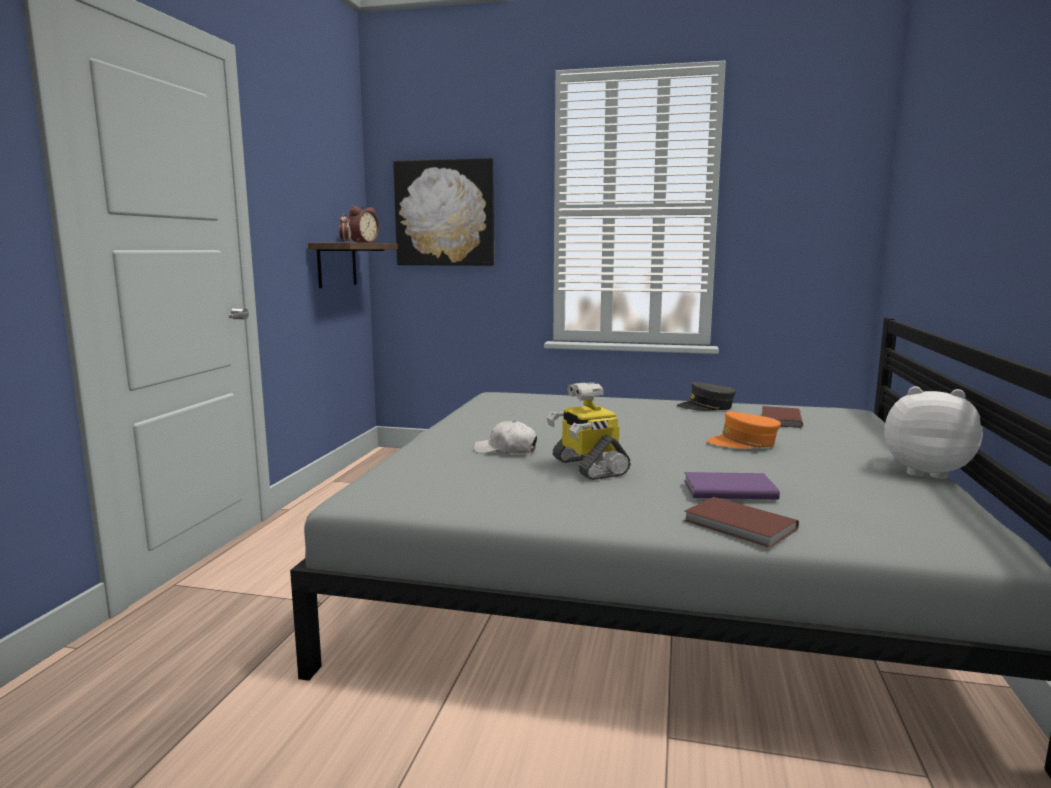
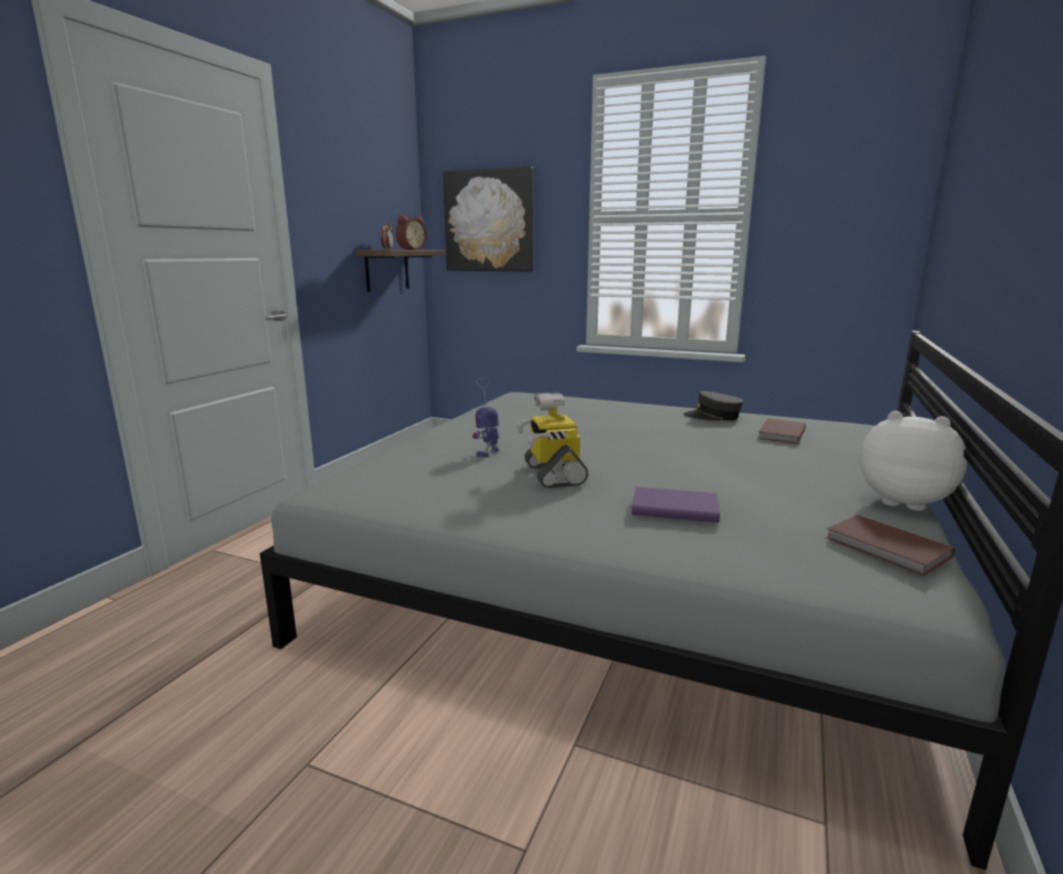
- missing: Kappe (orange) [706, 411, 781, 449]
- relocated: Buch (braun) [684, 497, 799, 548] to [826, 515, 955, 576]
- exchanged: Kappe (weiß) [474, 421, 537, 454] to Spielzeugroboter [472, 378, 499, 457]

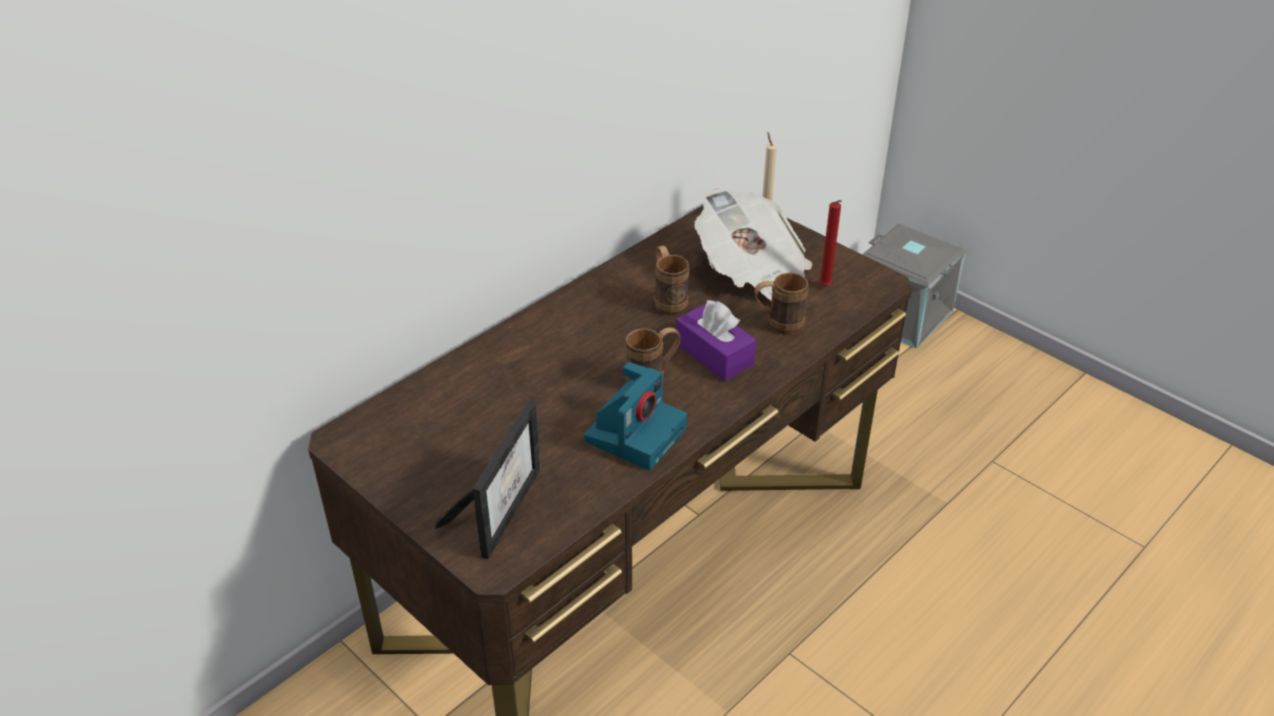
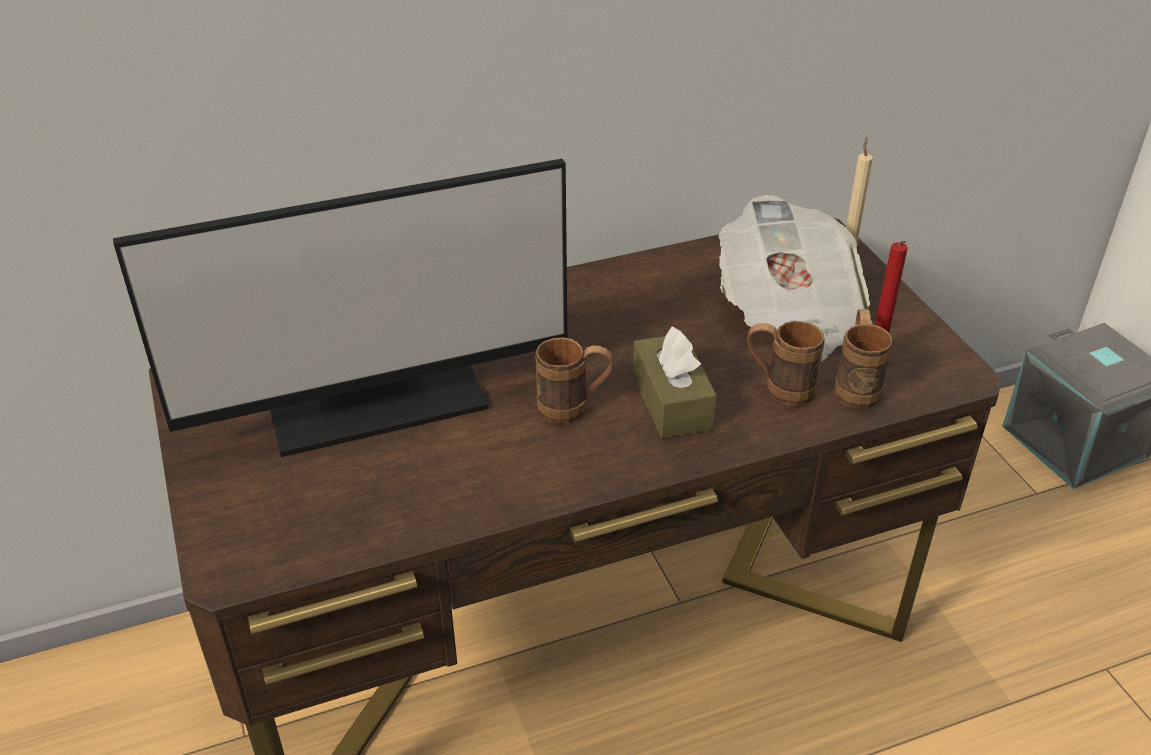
- missing: Bilderrahmen [434, 400, 541, 559]
- missing: Kamera [584, 362, 687, 470]
- appeared: Monitor [113, 159, 568, 457]
- relocated: Henkelbecher (braun) [655, 245, 689, 316] to [834, 309, 893, 409]
- colour: Taschentuchbox (lila) [676, 300, 756, 381] to Taschentuchbox (braun) [633, 327, 717, 438]

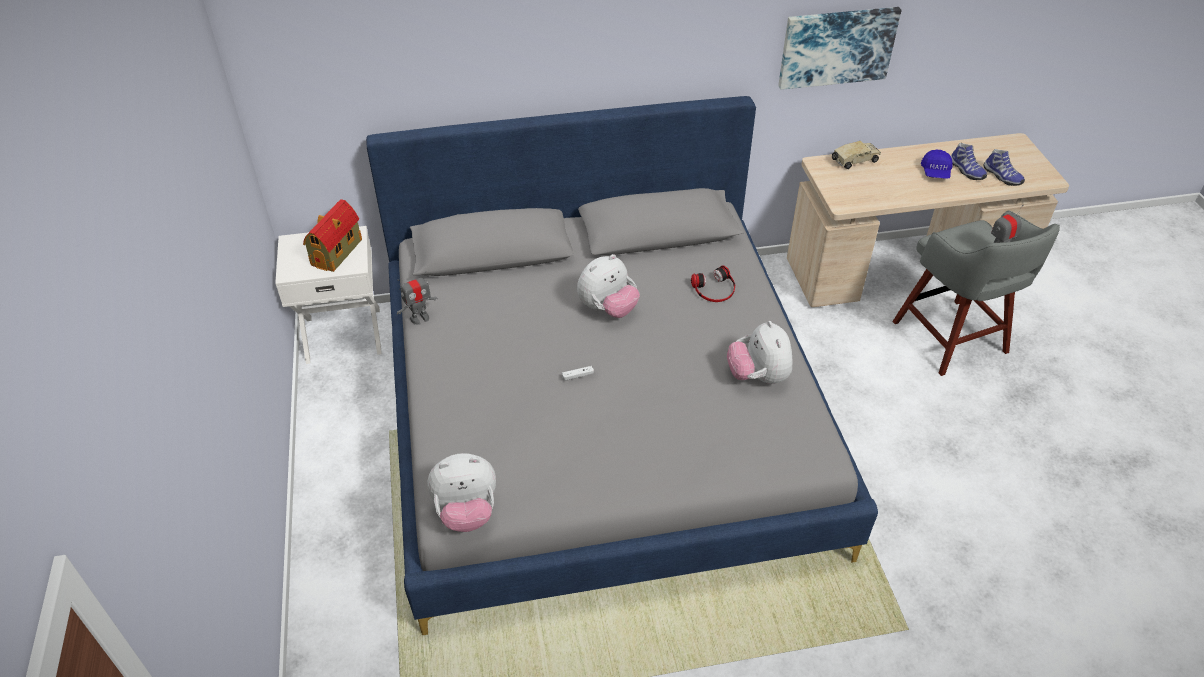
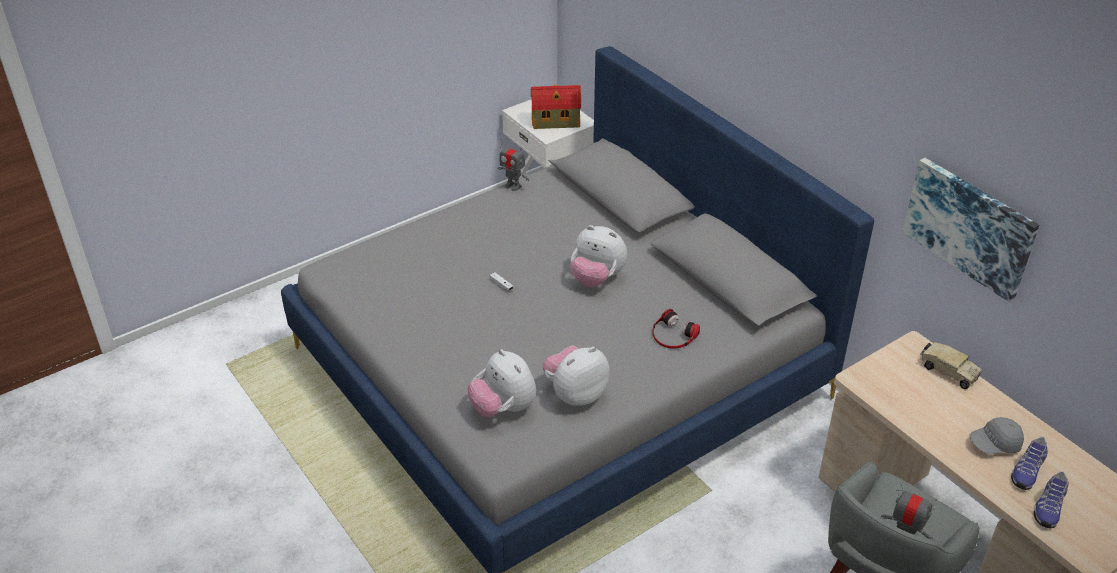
- relocated: Plüschtier [427, 453, 496, 532] to [468, 349, 536, 417]
- colour: Kappe (blau) [921, 149, 953, 179] to Kappe (grau) [970, 417, 1024, 454]

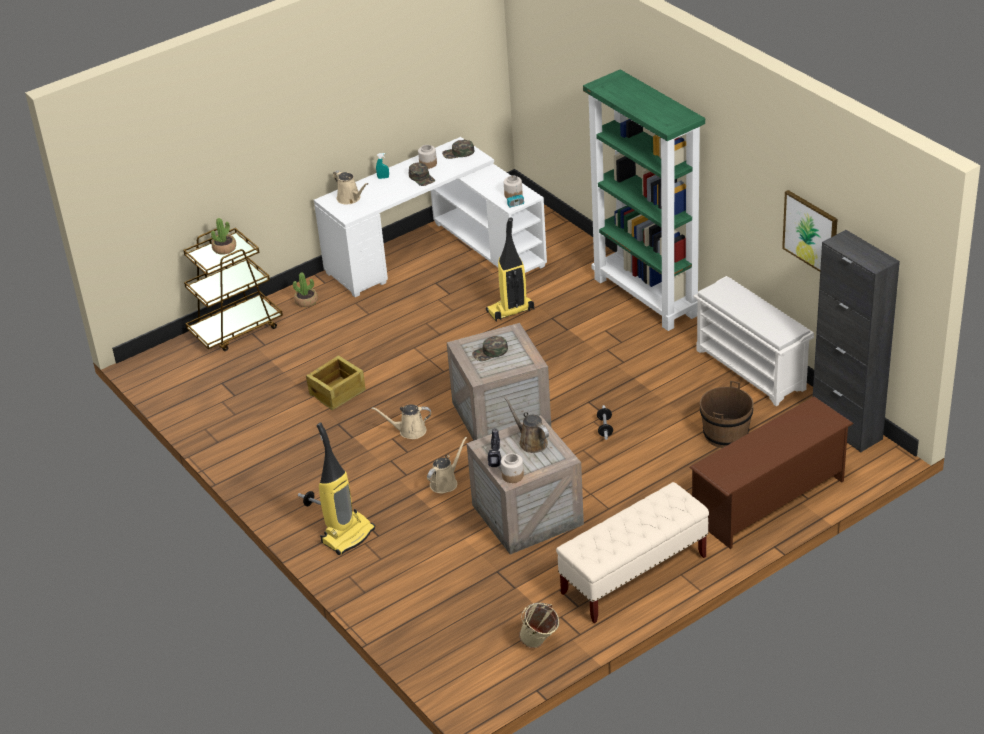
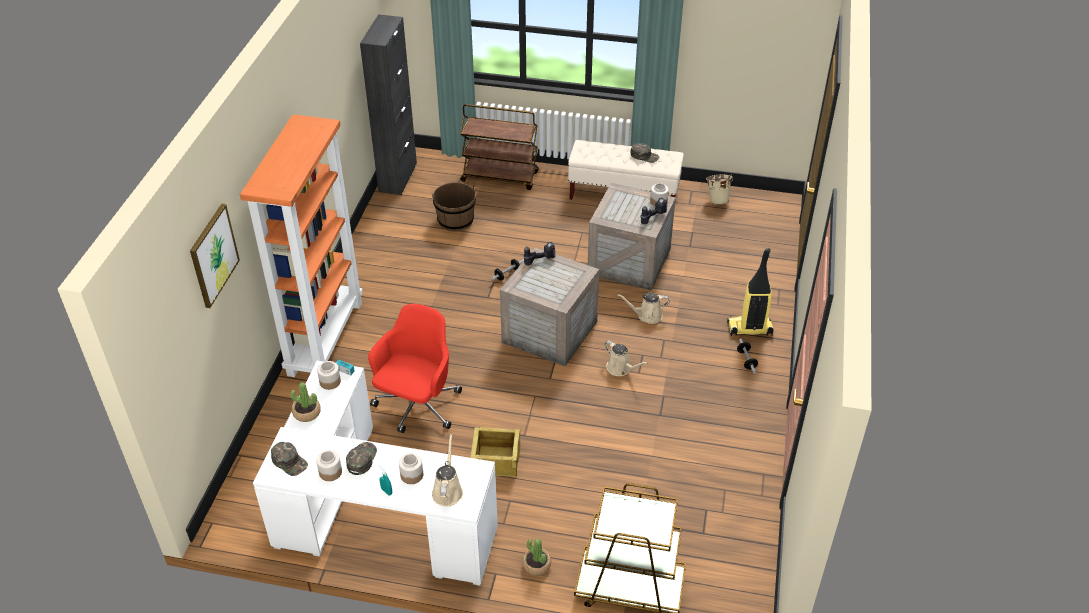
- missing: Gießkanne (braun) [504, 396, 549, 453]
- missing: Schuhregal (weiß) [693, 276, 814, 406]
- appeared: Vorratsglas [399, 453, 423, 484]
- appeared: Bohrmaschine [523, 242, 555, 265]
- relocated: Topfpflanze [211, 218, 236, 255] to [290, 382, 321, 422]
- relocated: Kiste [306, 355, 366, 411] to [470, 427, 521, 477]
- relocated: Kappe (grün) [472, 336, 508, 361] to [630, 143, 659, 163]
- relocated: Bild [782, 190, 838, 272] to [190, 204, 240, 308]
- exchanged: Staubsauger [486, 217, 534, 322] to Bürostuhl (rot) [368, 304, 462, 433]
- exchanged: Schuhregal (braun) [689, 396, 854, 549] to Rollwagen (braun) [460, 104, 539, 190]
- colour: Bücherregal (grün) [583, 69, 705, 331] to Bücherregal (orange) [240, 114, 363, 377]

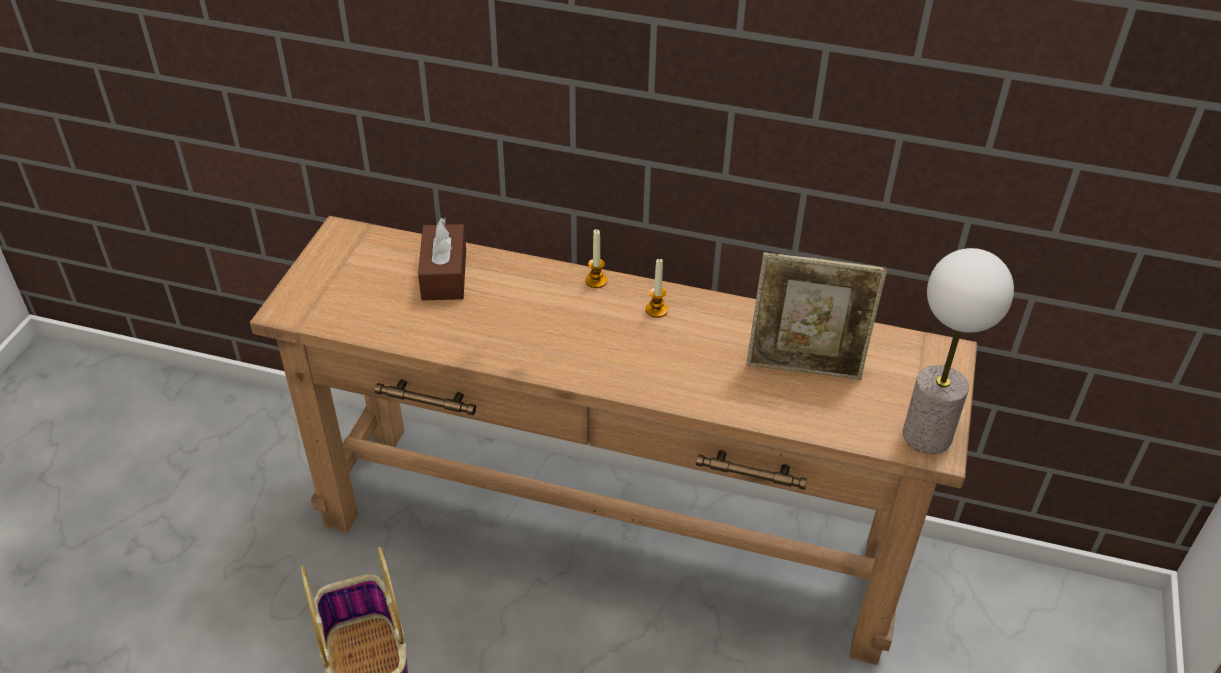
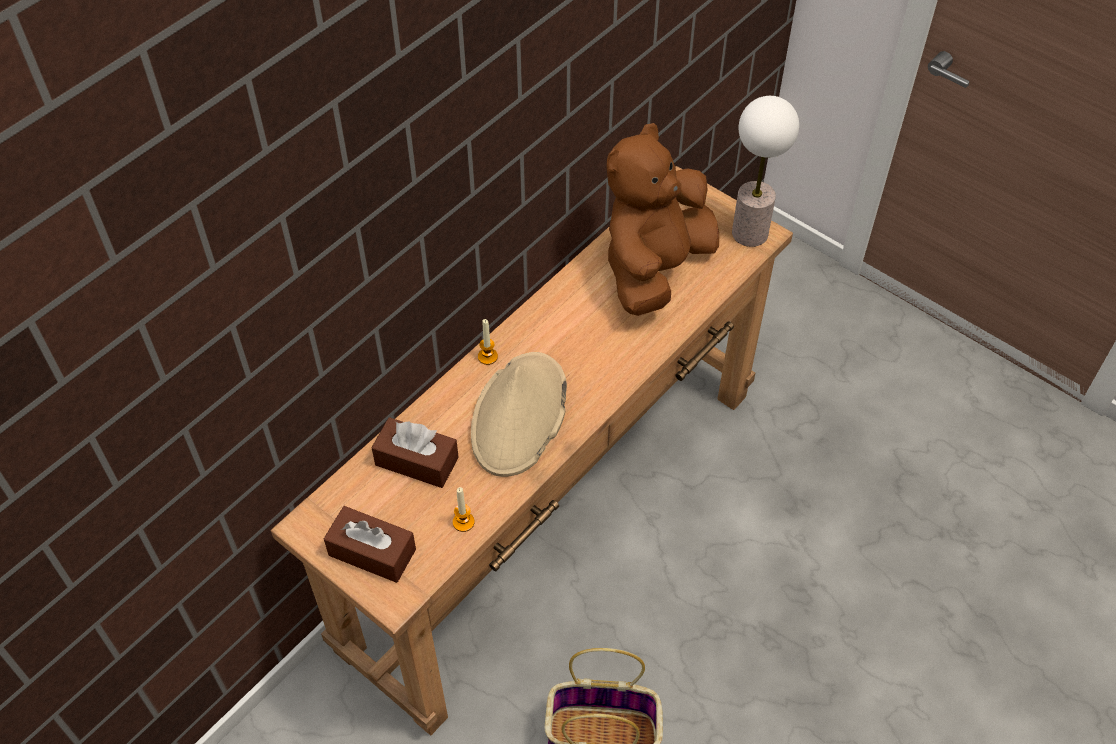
- appeared: Taschentuchbox (braun) [324, 506, 416, 583]
- appeared: Hut (beige) [471, 352, 567, 477]
- relocated: Kerze [646, 258, 668, 318] to [453, 487, 475, 532]
- exchanged: Bilderrahmen [747, 252, 887, 380] to Plüschtier (braun) [606, 123, 719, 316]

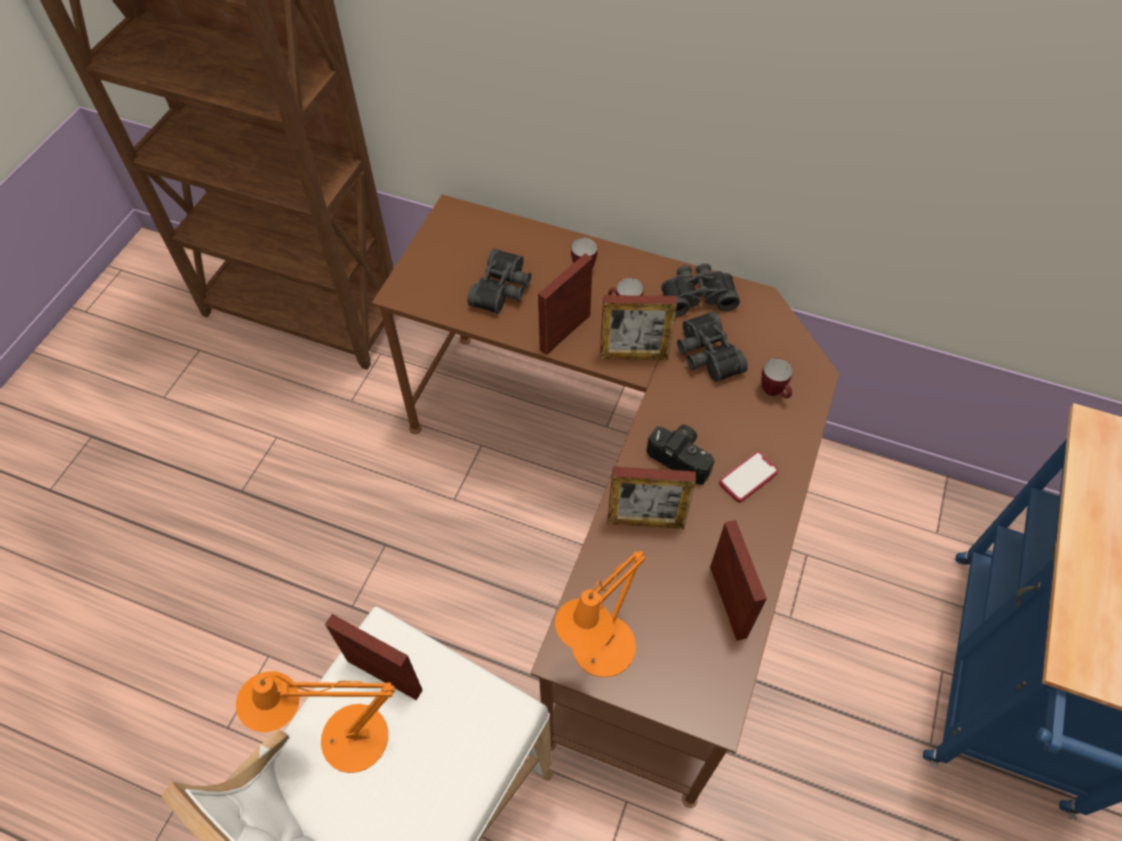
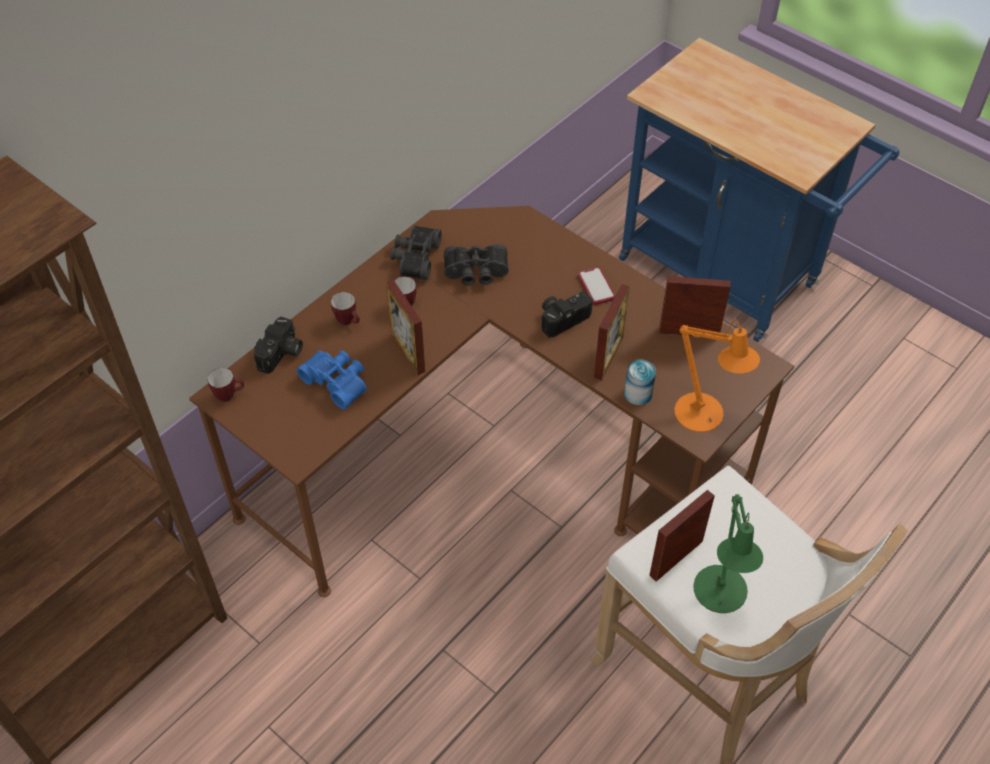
- missing: Bilderrahmen [600, 295, 677, 360]
- appeared: Kamera [254, 317, 303, 374]
- appeared: Dose [624, 359, 656, 405]
- relocated: Henkelbecher [762, 358, 793, 399] to [207, 368, 244, 402]
- colour: Tischlampe (orange) [236, 671, 395, 773] to Tischlampe (grün) [693, 494, 763, 613]
- colour: Fernglas (schwarz) [467, 248, 531, 314] to Fernglas (blau) [297, 350, 367, 410]

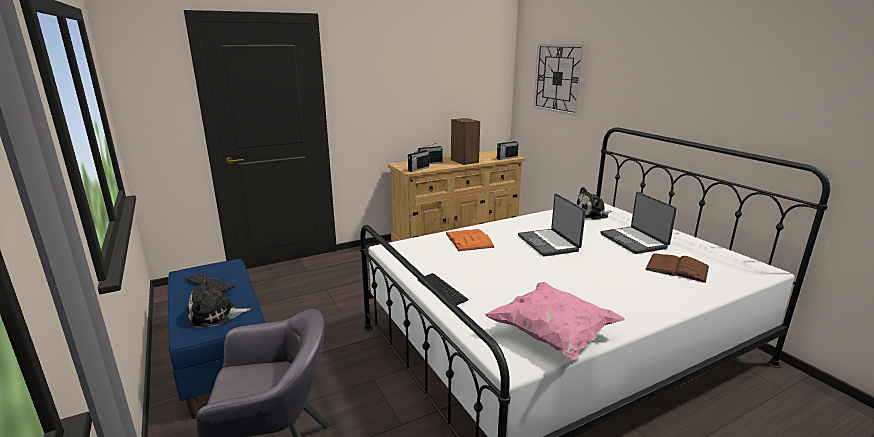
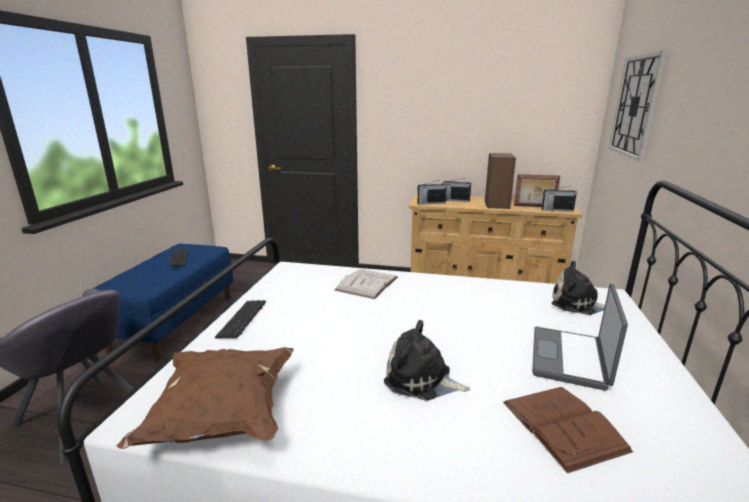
- missing: Laptop [518, 193, 586, 256]
- appeared: Bilderrahmen [514, 174, 560, 207]
- relocated: Plüschtier [188, 277, 250, 328] to [384, 320, 470, 401]
- colour: Buch (orange) [446, 229, 495, 251] to Buch (weiß) [335, 269, 398, 299]
- colour: Kissen (rosa) [485, 282, 625, 360] to Kissen (braun) [117, 347, 294, 449]

